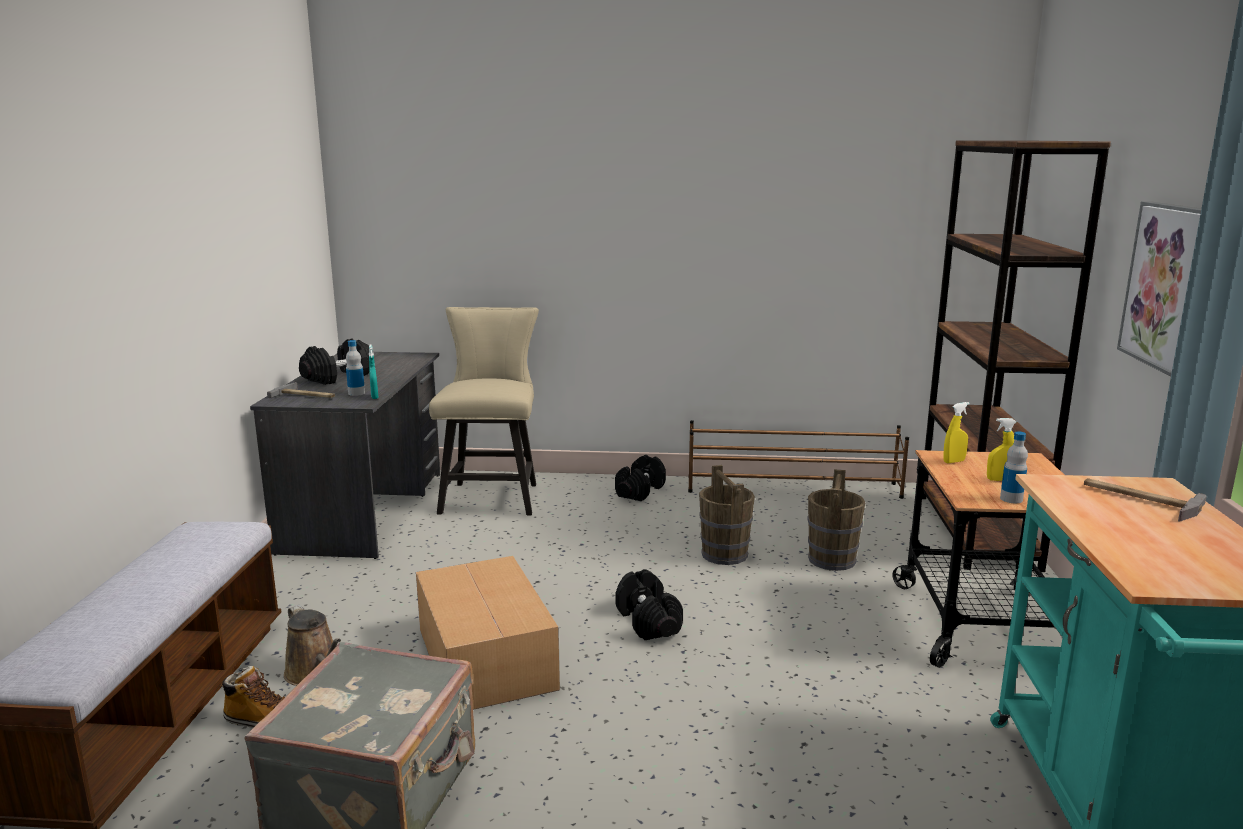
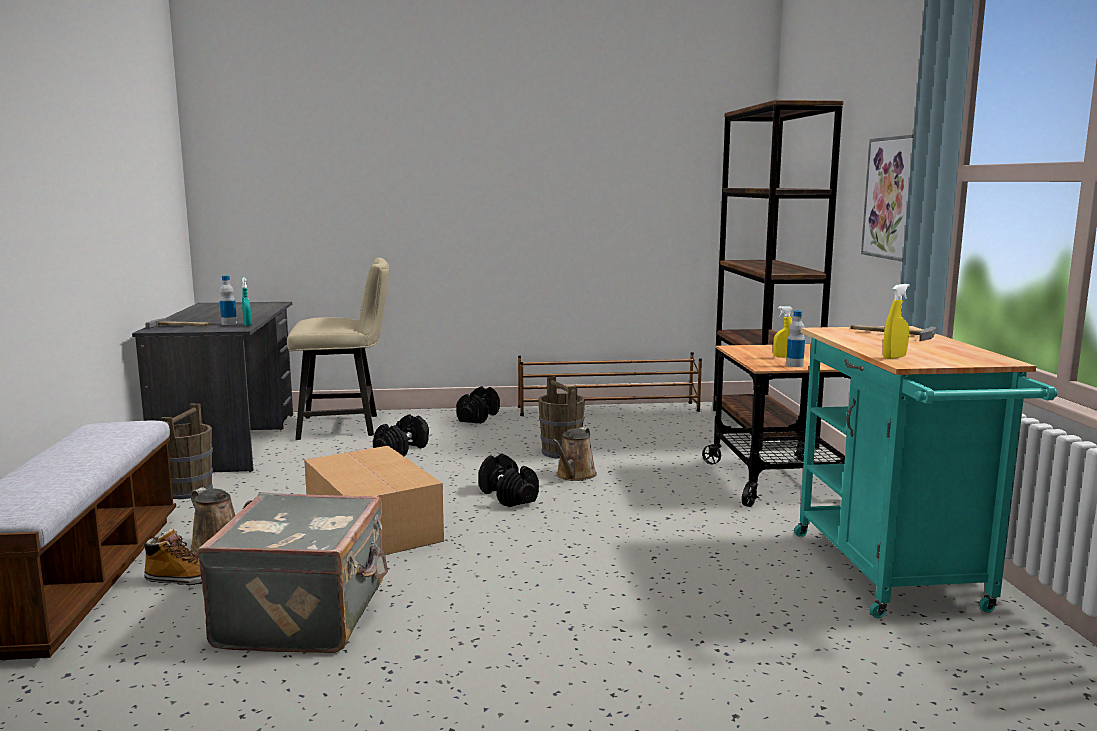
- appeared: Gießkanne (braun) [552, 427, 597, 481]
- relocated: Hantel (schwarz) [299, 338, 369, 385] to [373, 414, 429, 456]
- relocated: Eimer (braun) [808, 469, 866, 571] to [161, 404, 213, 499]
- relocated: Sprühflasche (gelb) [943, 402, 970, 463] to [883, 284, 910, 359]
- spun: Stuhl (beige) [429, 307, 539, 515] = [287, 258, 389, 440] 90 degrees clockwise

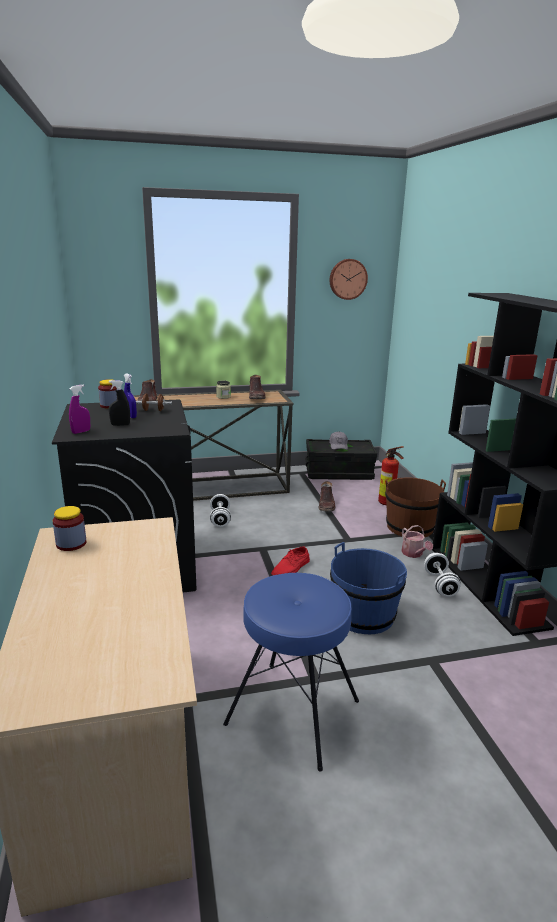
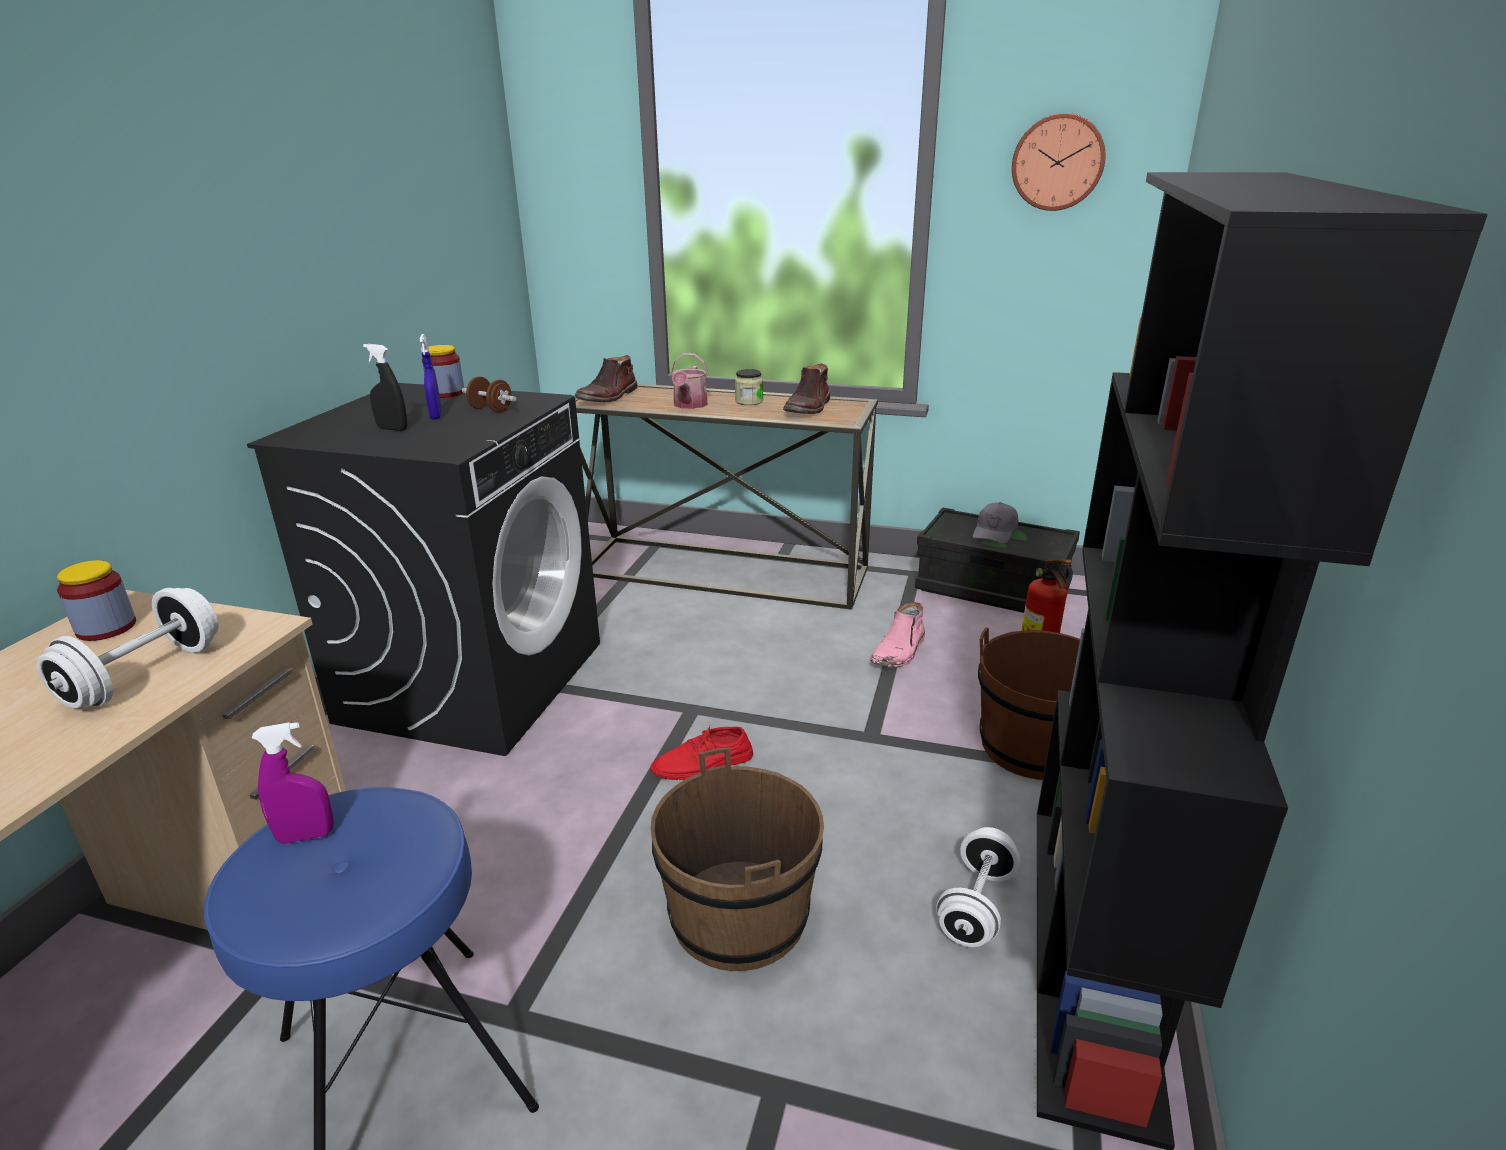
- relocated: Sprühflasche (lila) [69, 385, 90, 434] to [252, 722, 334, 844]
- relocated: Hantel (weiß) [210, 494, 231, 527] to [37, 588, 219, 708]
- relocated: Gießkanne [401, 525, 433, 558] to [670, 353, 709, 409]
- colour: Stiefel (braun) [318, 481, 335, 512] to Stiefel (rosa) [870, 602, 925, 667]
- colour: Eimer (blau) [330, 542, 407, 634] to Eimer (braun) [650, 747, 824, 971]

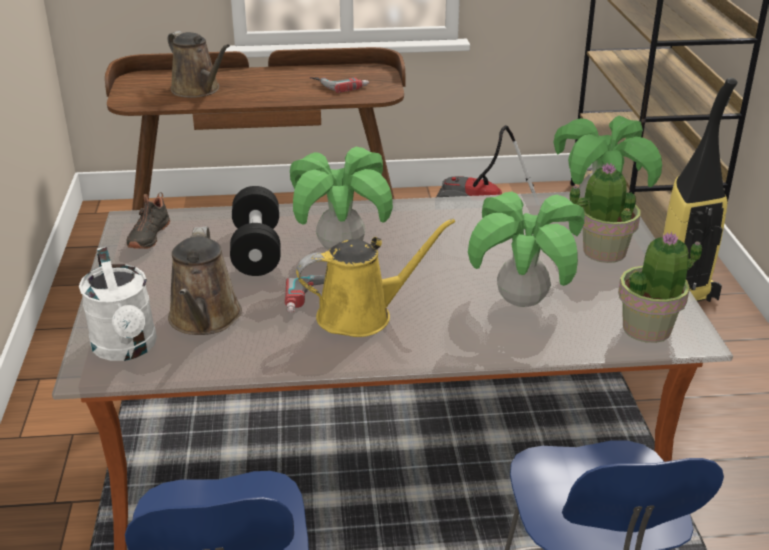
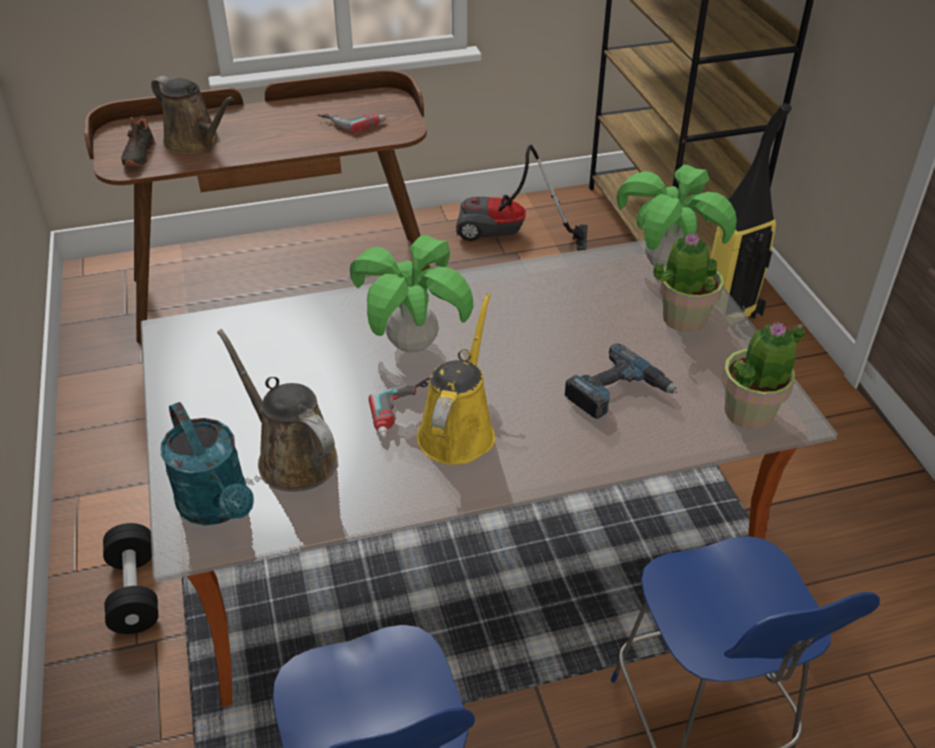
- relocated: Schuh (schwarz) [126, 193, 170, 249] to [121, 115, 155, 166]
- relocated: Hantel (schwarz) [230, 186, 281, 276] to [103, 523, 158, 634]
- exchanged: Topfpflanze [468, 192, 585, 307] to Bohrmaschine [565, 343, 677, 419]
- colour: Gießkanne (weiß) [79, 247, 157, 361] to Gießkanne (türkis) [161, 402, 254, 525]
- spun: Gießkanne (braun) [168, 226, 242, 335] = [217, 329, 337, 492] 150 degrees clockwise
- spun: Gießkanne (gelb) [296, 218, 455, 337] = [417, 293, 495, 465] 45 degrees counterclockwise

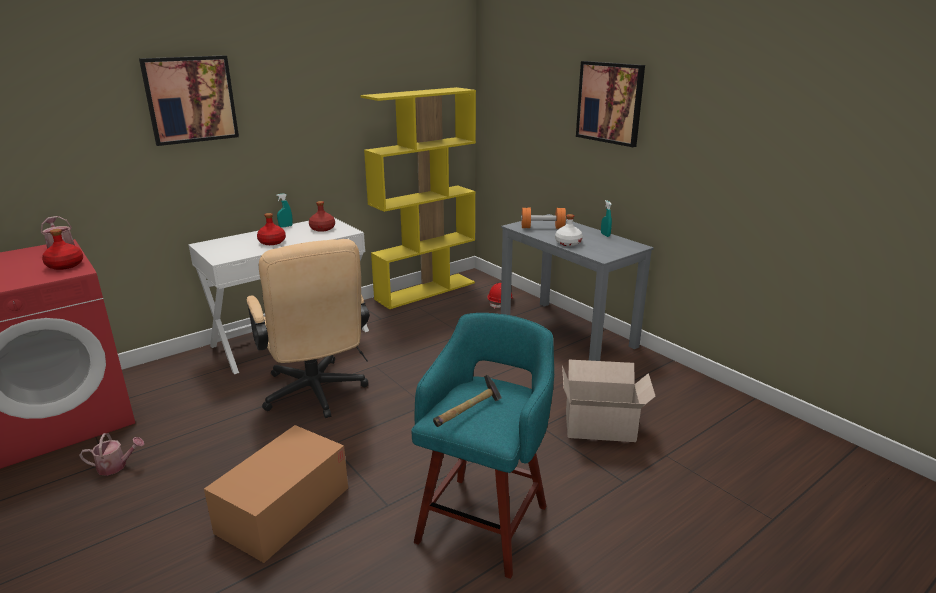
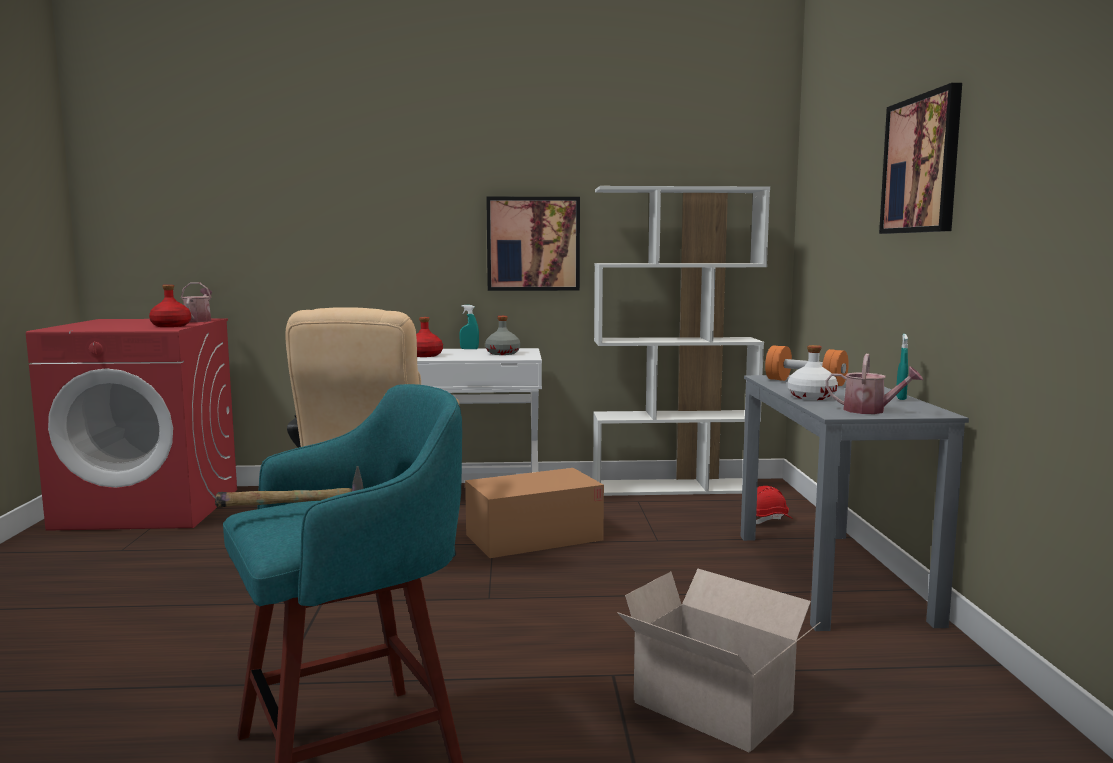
- relocated: Gießkanne [79, 433, 144, 476] to [826, 354, 923, 414]
- relocated: Bild [139, 55, 239, 146] to [486, 197, 580, 291]
- relocated: Karton [204, 425, 348, 563] to [465, 468, 604, 558]
- colour: Flasche (rot) [309, 201, 335, 232] to Flasche (grau) [485, 316, 520, 355]
- colour: Bücherregal (gelb) [360, 87, 476, 309] to Bücherregal (weiß) [593, 186, 770, 496]

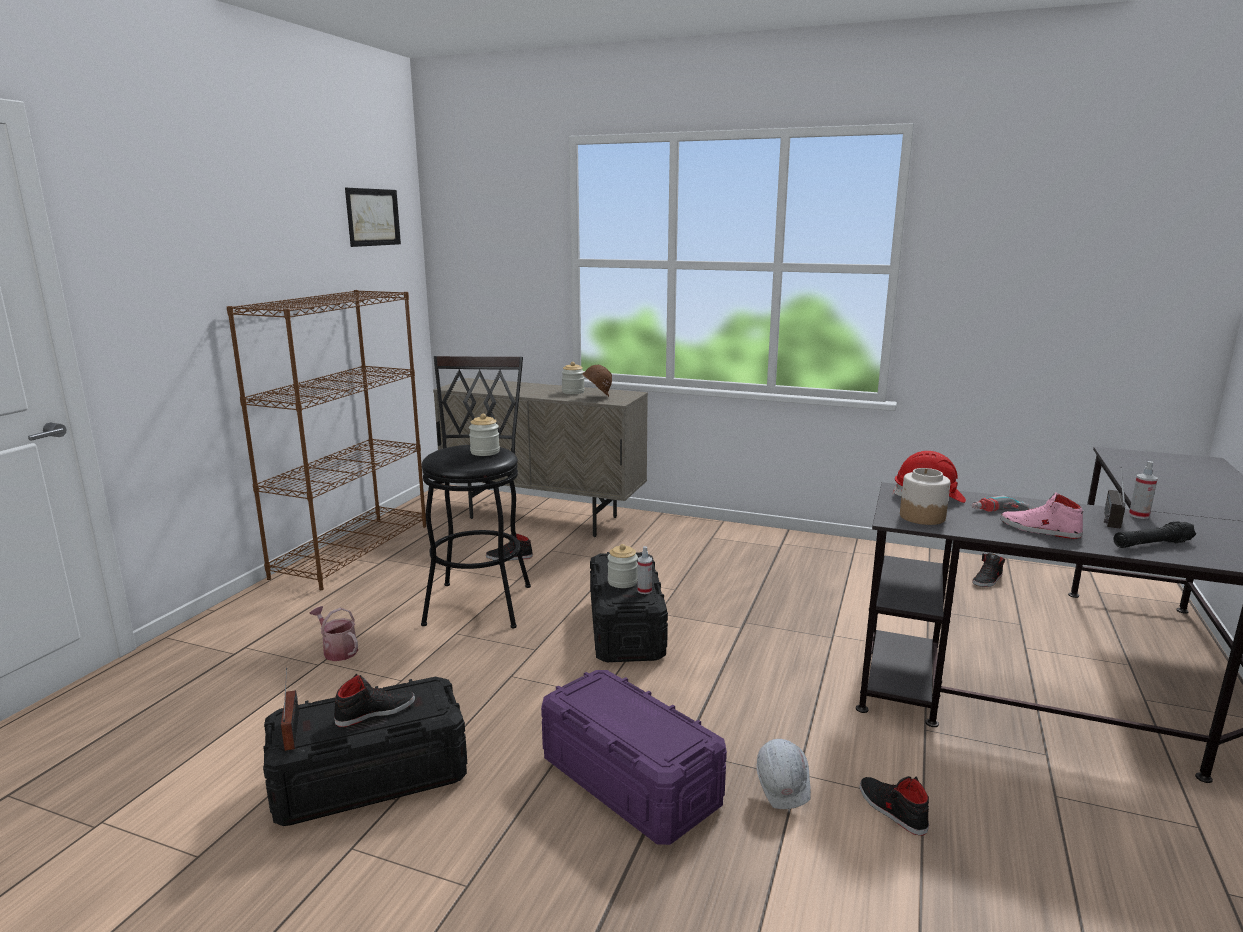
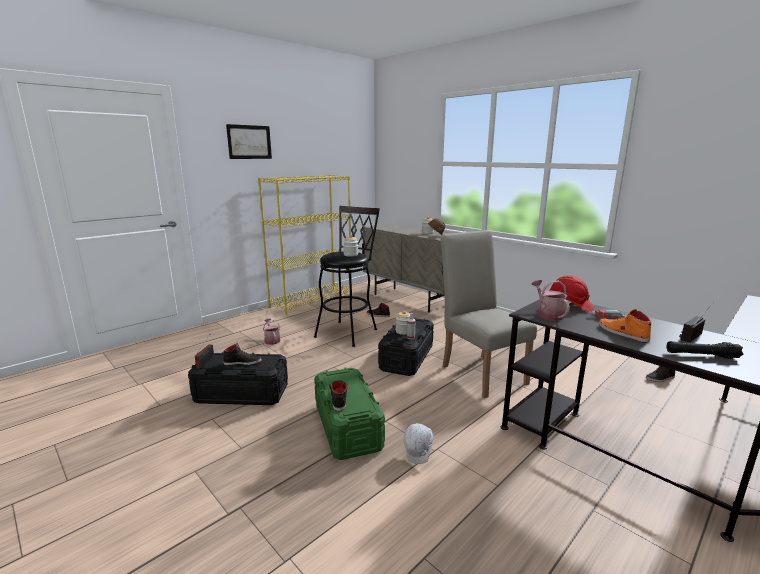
- missing: Sprühflasche [1129, 461, 1158, 519]
- appeared: Stuhl (beige) [440, 230, 537, 398]
- relocated: Bild [345, 188, 401, 247] to [226, 124, 272, 159]
- relocated: Schuh (schwarz) [859, 776, 929, 836] to [329, 380, 348, 411]
- exchanged: Vorratsglas [900, 468, 950, 525] to Gießkanne [532, 280, 570, 321]
- colour: Bücherregal (braun) [227, 290, 426, 590] to Bücherregal (gelb) [258, 175, 352, 315]
- colour: Aufbewahrungsbox (lila) [541, 670, 727, 845] to Aufbewahrungsbox (grün) [314, 368, 385, 460]
- colour: Schuh (rosa) [1000, 492, 1084, 539] to Schuh (orange) [599, 309, 652, 342]

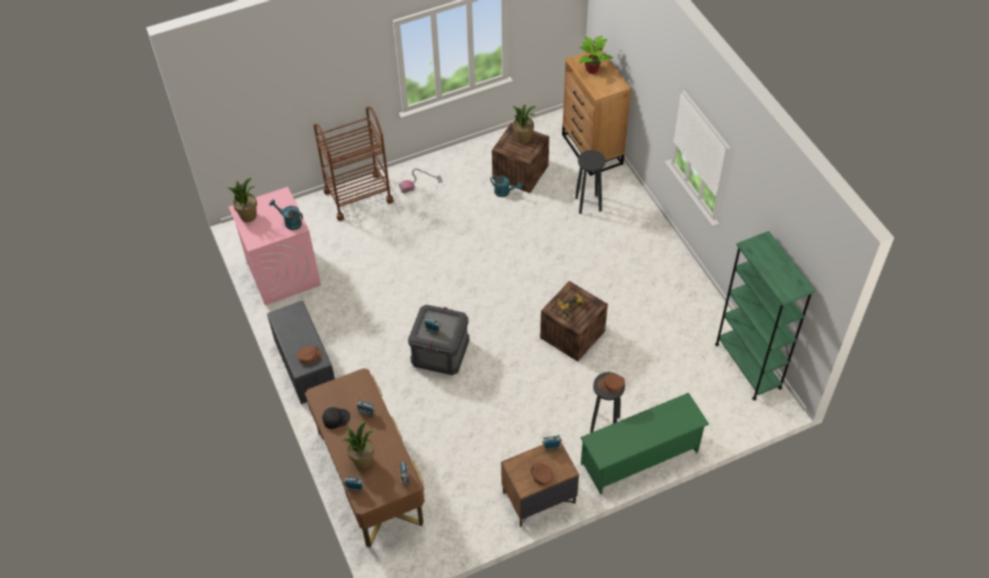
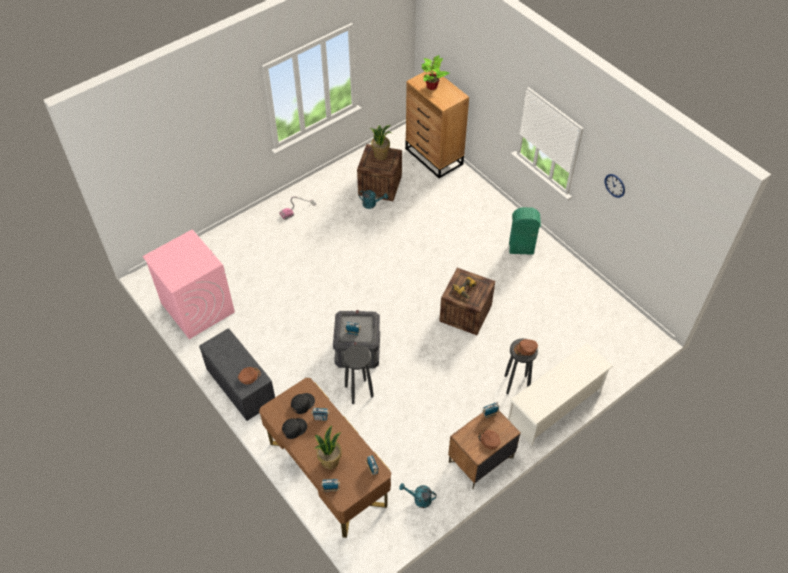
- missing: Topfpflanze [227, 177, 257, 222]
- missing: Rollwagen (braun) [313, 107, 393, 221]
- missing: Bücherregal (grün) [715, 231, 815, 400]
- appeared: Kappe (schwarz) [291, 393, 315, 414]
- appeared: Mülleimer (grün) [509, 207, 541, 255]
- appeared: Wanduhr [604, 174, 625, 198]
- relocated: Gießkanne (türkis) [269, 199, 303, 230] to [399, 483, 437, 508]
- relocated: Hocker (schwarz) [575, 150, 605, 214] to [343, 345, 374, 404]
- colour: Schuhregal (grün) [580, 393, 709, 494] to Schuhregal (weiß) [508, 343, 613, 445]

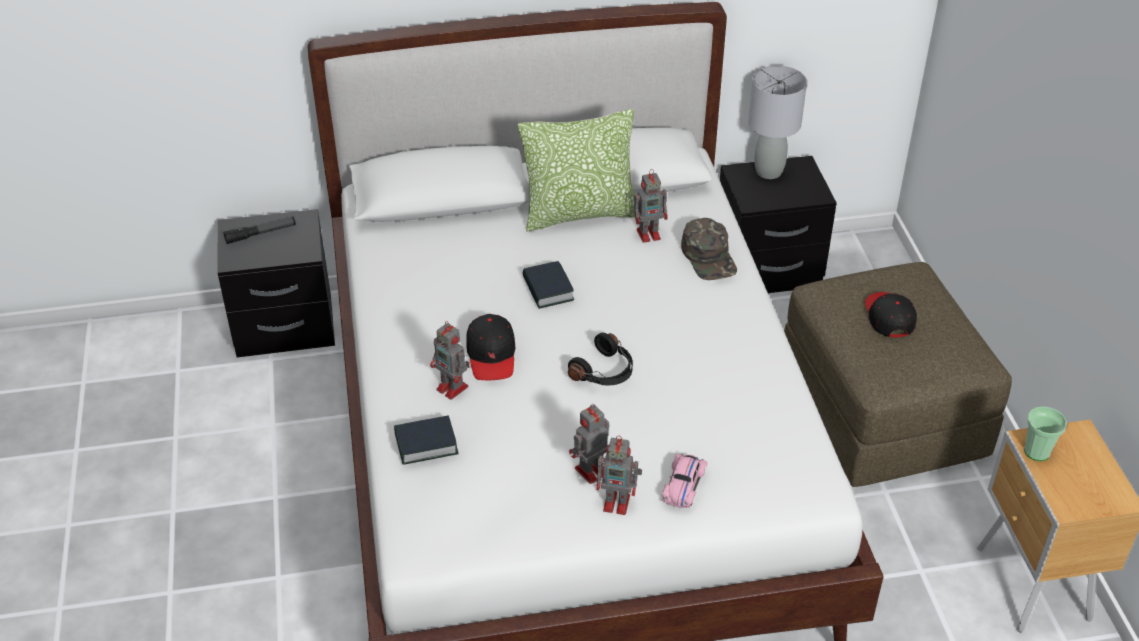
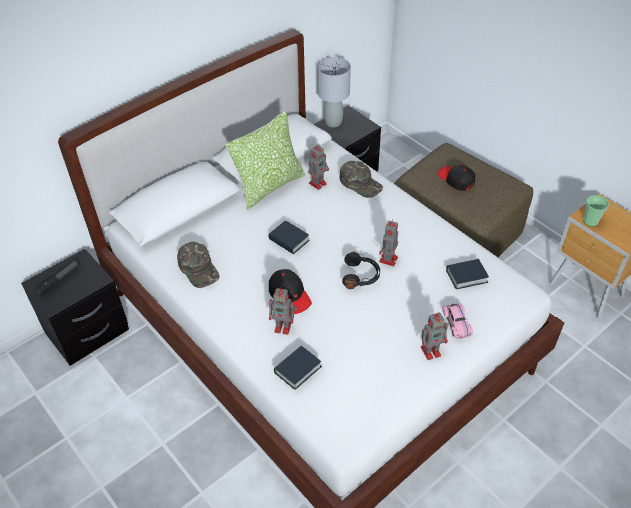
- appeared: Kappe (grün) [177, 242, 220, 288]
- appeared: Buch [446, 259, 489, 289]
- relocated: Spielzeugroboter [569, 404, 609, 484] to [379, 219, 398, 266]

